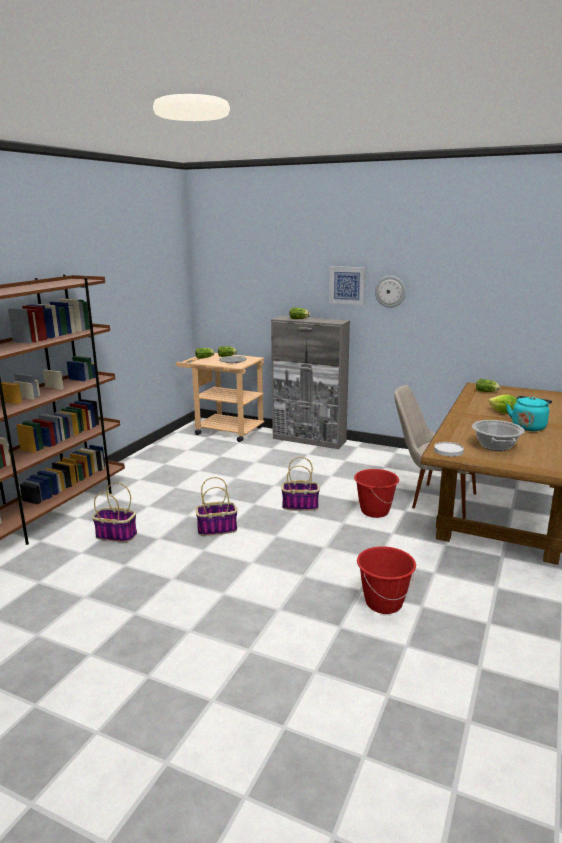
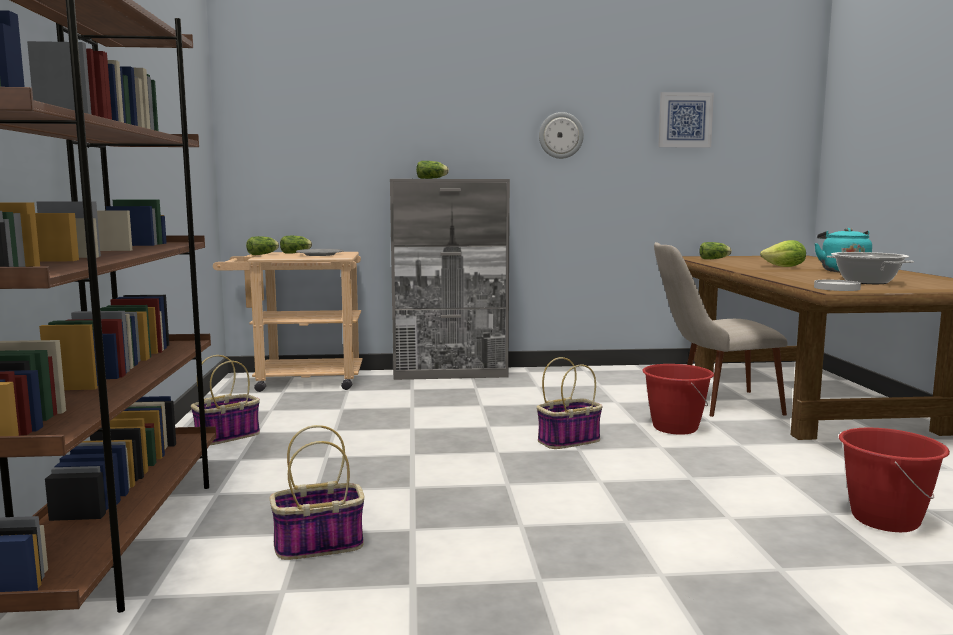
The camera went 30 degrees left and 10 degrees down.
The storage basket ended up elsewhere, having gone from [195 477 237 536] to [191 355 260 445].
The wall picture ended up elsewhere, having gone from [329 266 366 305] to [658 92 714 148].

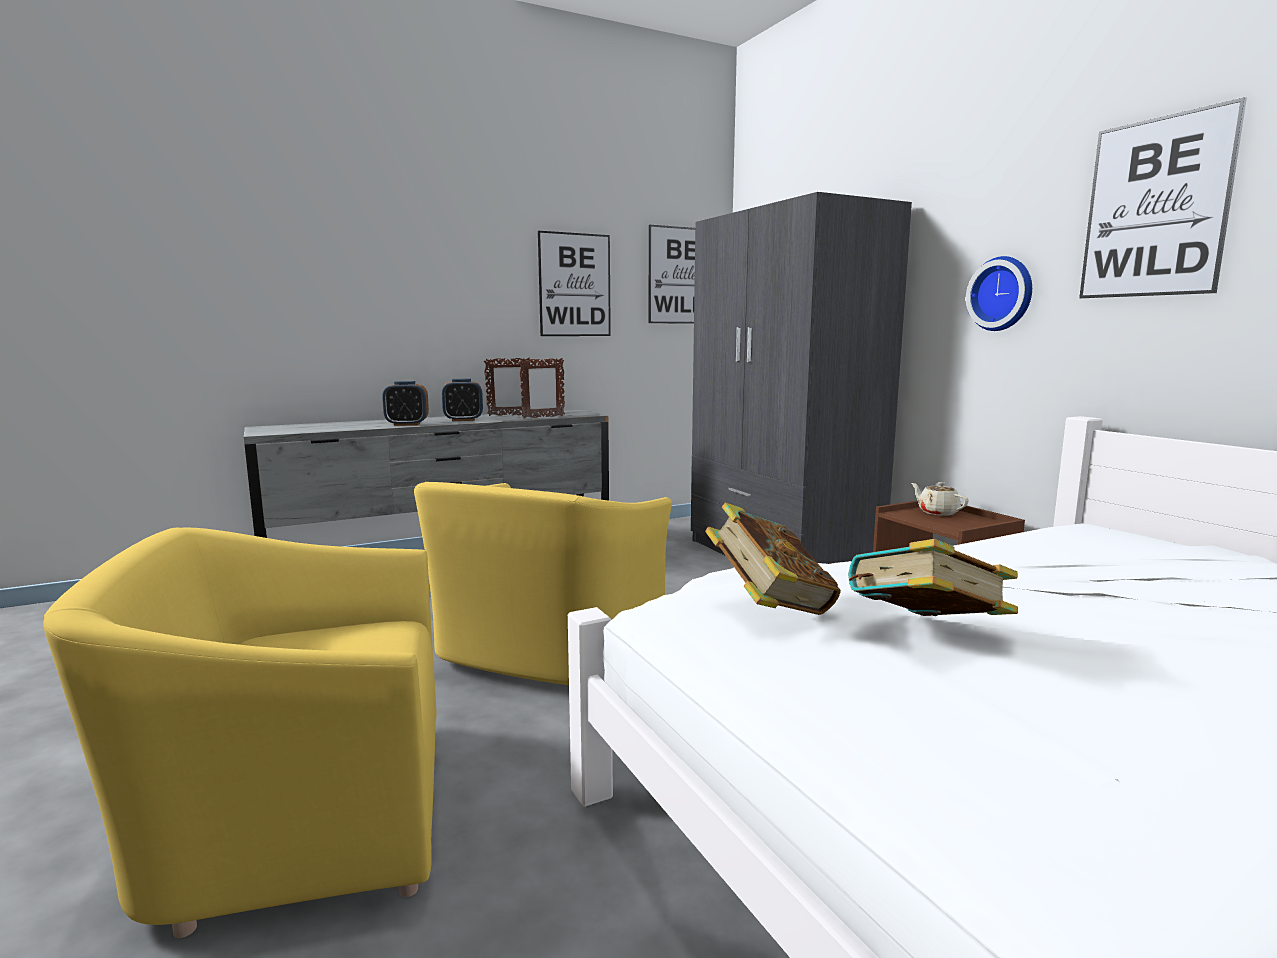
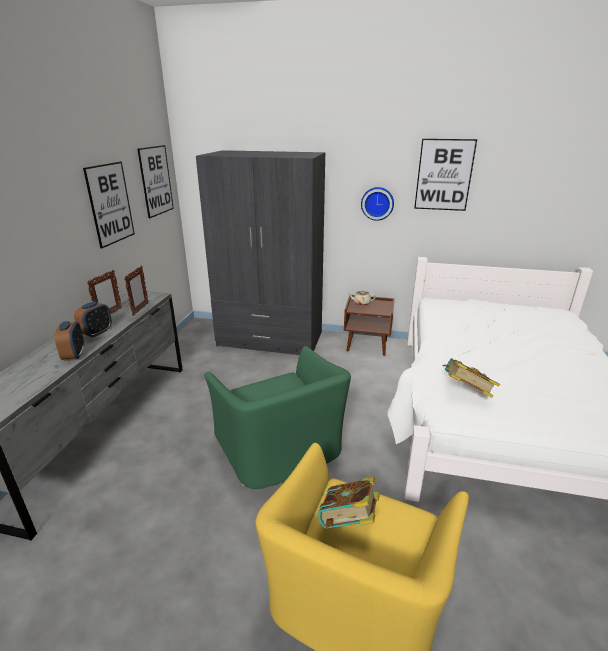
The camera went 50 degrees left and 15 degrees up.
The alarm clock at [382 381 429 426] ended up facing another way, 45 degrees counterclockwise from before.
What was the yellow easy chair at [414 482 672 685] turned into the green-coloured easy chair at [204 346 351 489].
The volume ended up elsewhere, having gone from [848 539 1018 616] to [318 477 380 529].

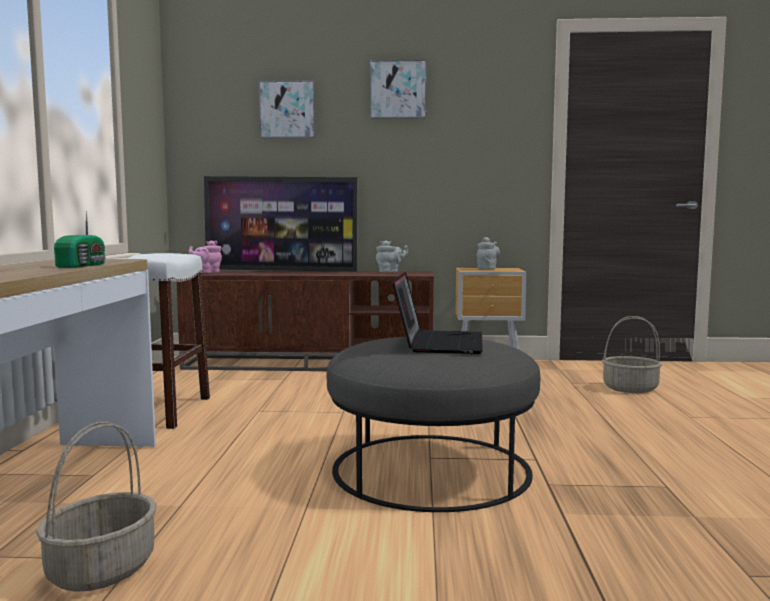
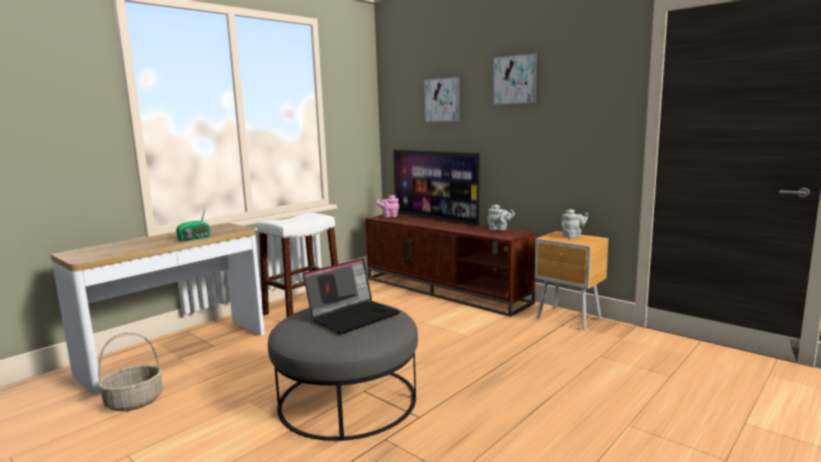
The camera went 40 degrees right and 5 degrees up.
The second view lost the storage basket at [602 316 662 393].

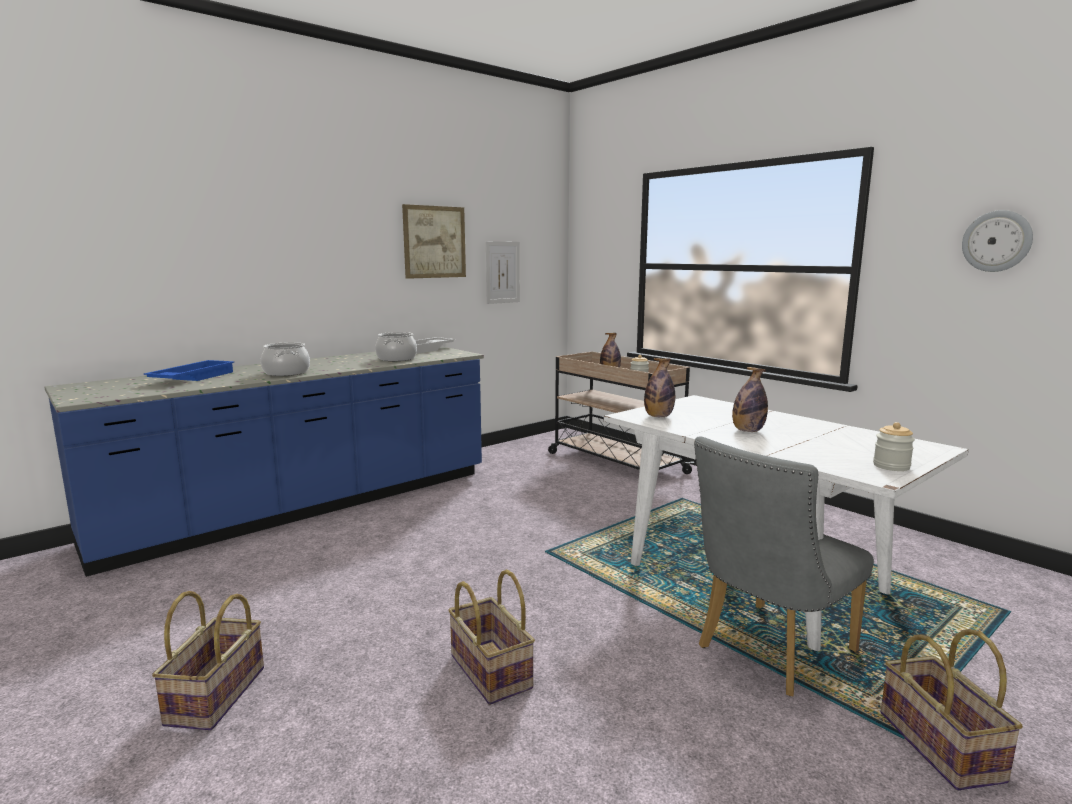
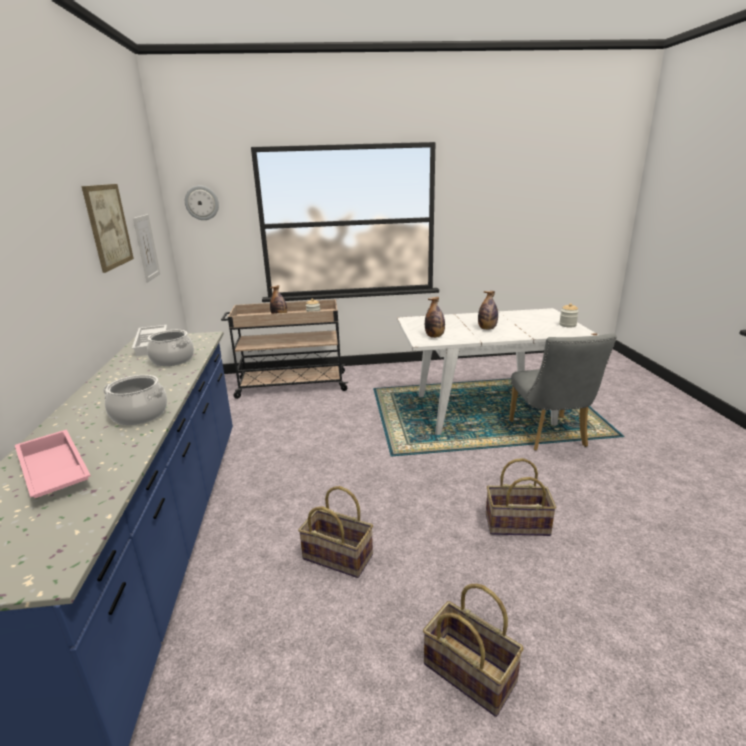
The camera went 55 degrees left and 10 degrees up.
What was the bluish tray at [144 360 235 381] turned into the pink-coloured tray at [15 429 91 498].
The clock on the wall ended up elsewhere, having gone from [962 210 1033 272] to [185 186 219 220].
The storage basket ended up elsewhere, having gone from [880 629 1023 790] to [298 486 373 578].

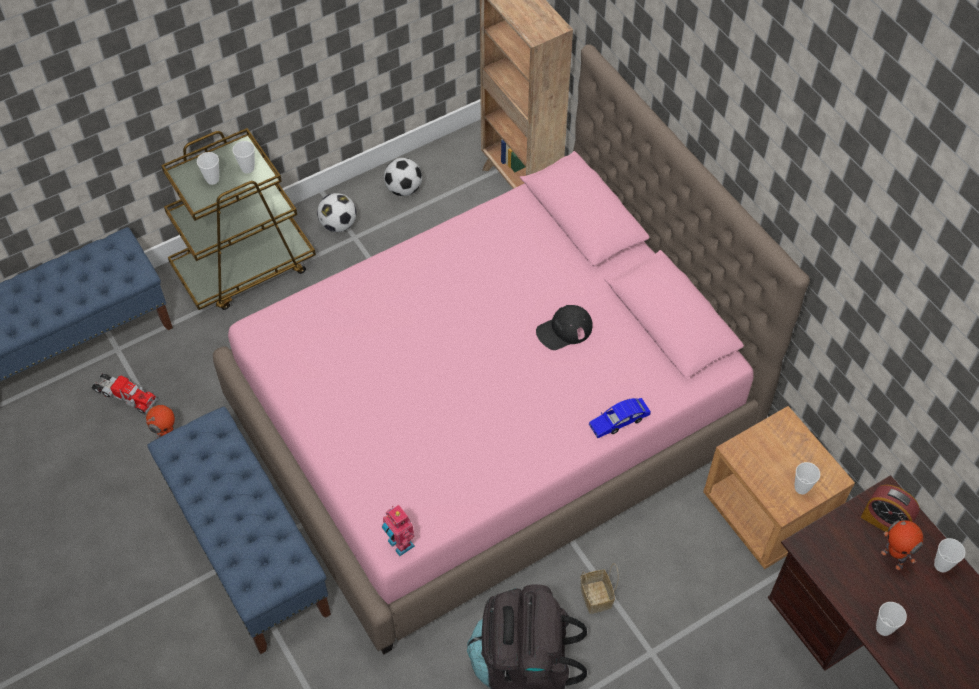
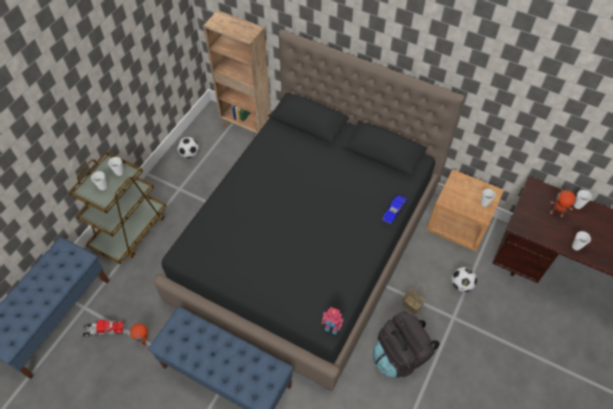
The camera went 30 degrees left and 0 degrees up.
What was the pink-coloured bed at [213 45 810 654] turned into the black bed at [154 30 465 391].
The football ball ended up elsewhere, having gone from [317 193 357 232] to [451 267 477 292].
The second view lost the black cap at [536 305 593 350].
The second view lost the alarm clock at [861 485 920 532].

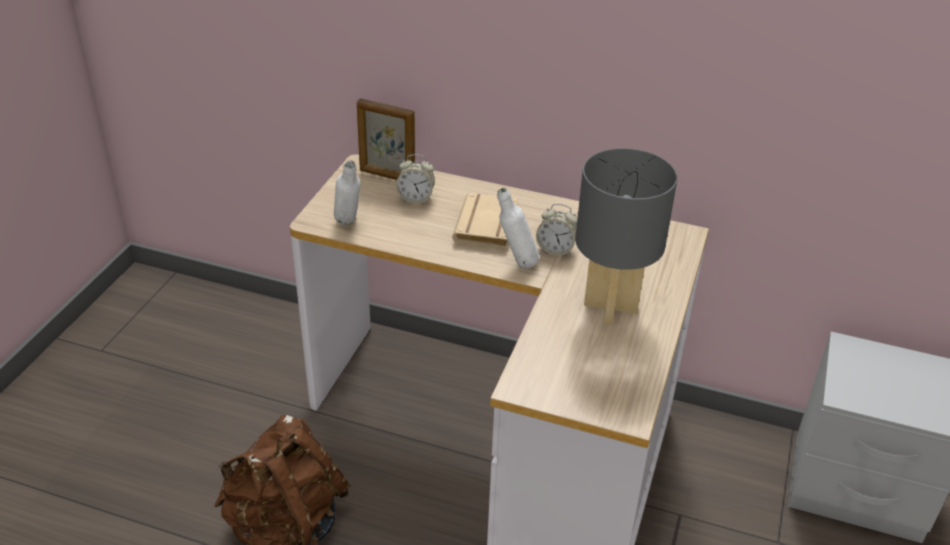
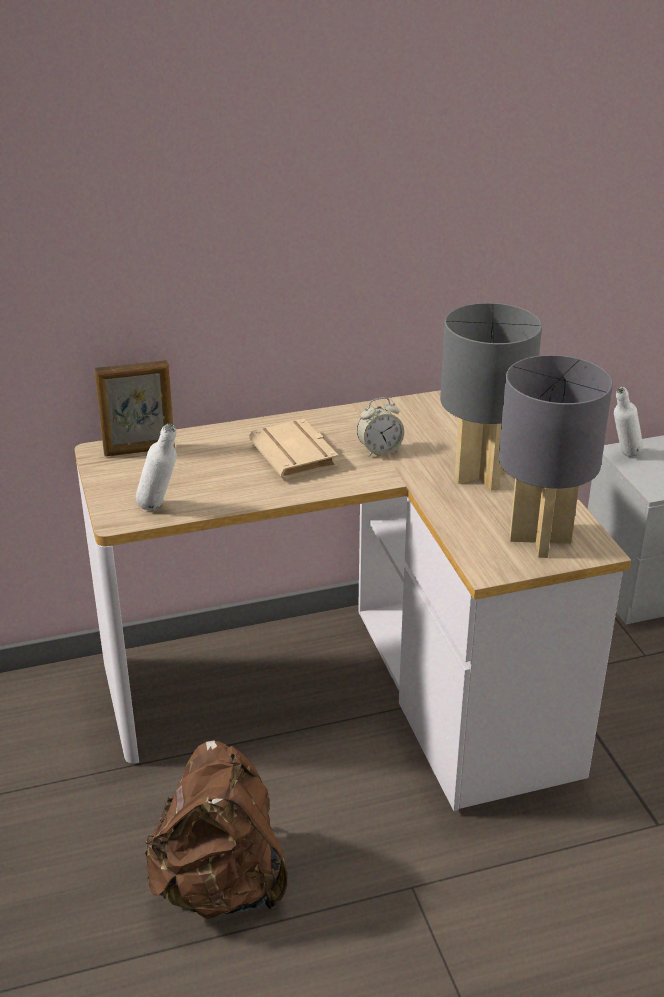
The camera went 35 degrees left and 5 degrees down.
The second view gained the gray tabletop lamp at [499 355 613 558].
The whitish bottle ended up elsewhere, having gone from [497 188 539 269] to [614 387 643 457].
The second view lost the alarm clock at [396 154 435 204].

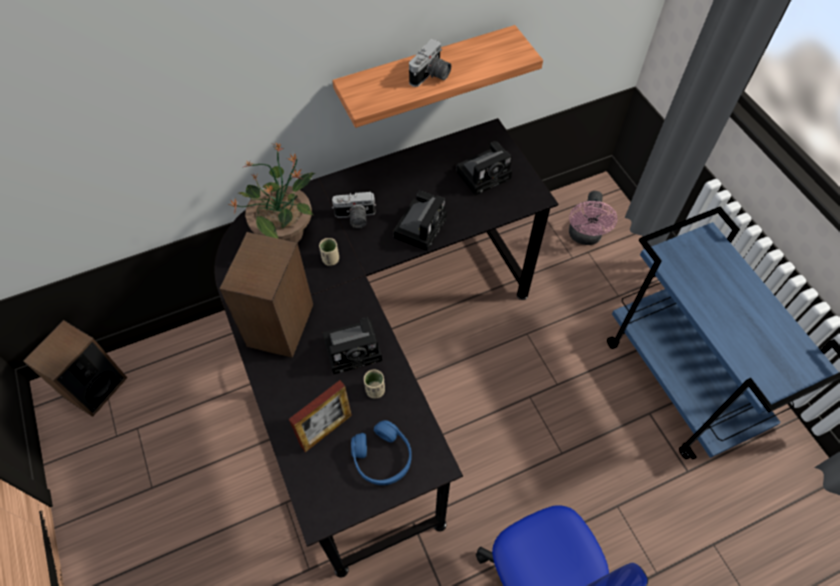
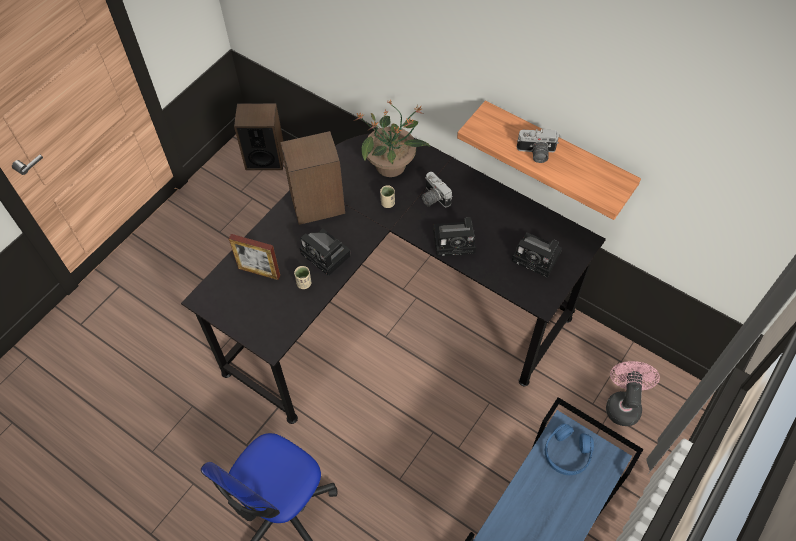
The camera went 60 degrees right and 0 degrees up.
The bluish headphones ended up elsewhere, having gone from [351 420 412 485] to [545 424 594 475].
The pink-coloured electric fan at [569 191 617 245] ended up facing another way, 120 degrees clockwise from before.

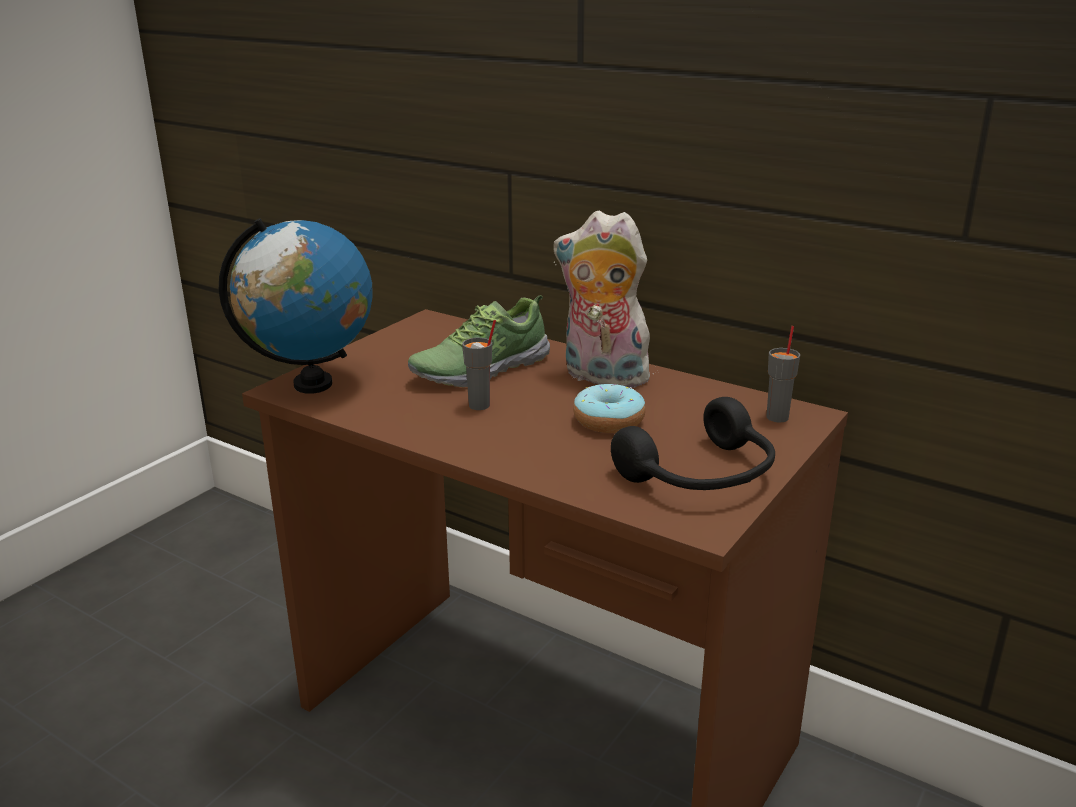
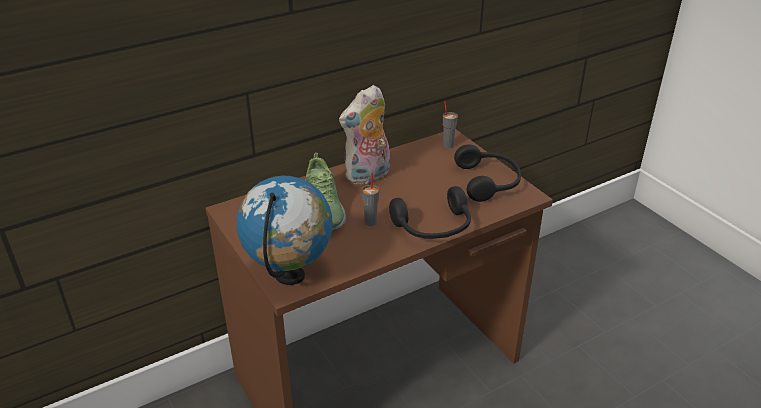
The camera went 65 degrees left and 10 degrees up.
The second view gained the black headphones at [389 186 471 239].
The second view lost the ring doughnut at [573 384 646 433].

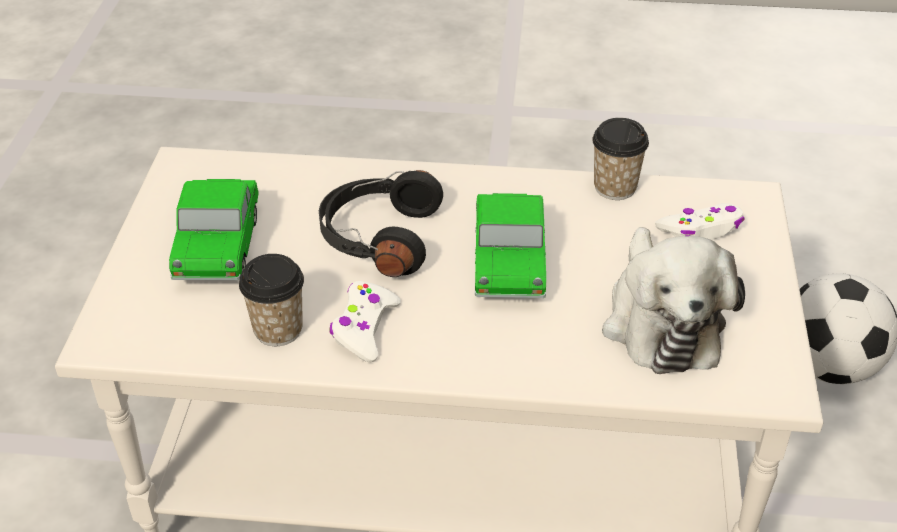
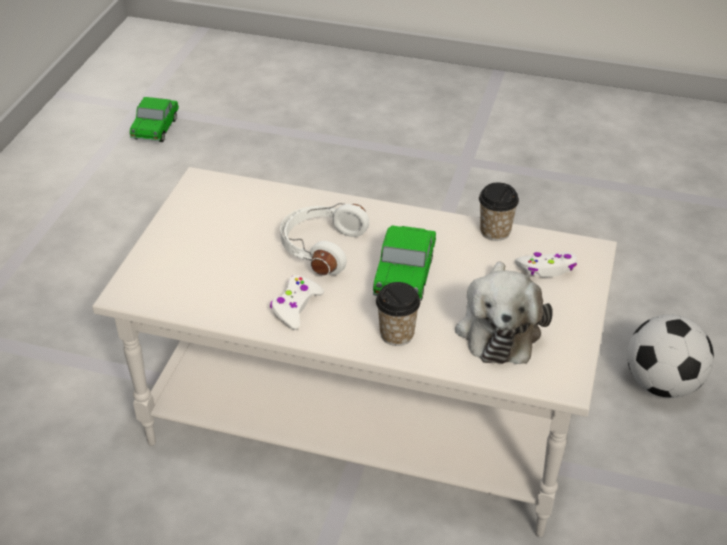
The camera went 10 degrees right and 0 degrees up.
The miniature car ended up elsewhere, having gone from [169 179 259 280] to [130 97 179 142].
What was the black headphones at [319 170 443 277] turned into the whitish headphones at [280 203 369 276].
The cup ended up elsewhere, having gone from [239 254 304 346] to [376 282 420 346].

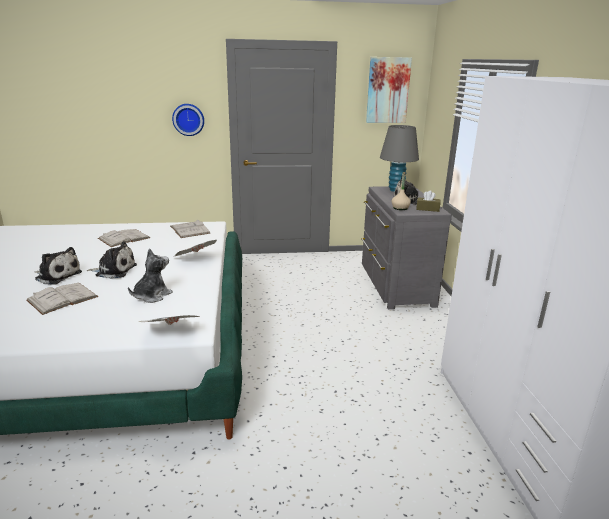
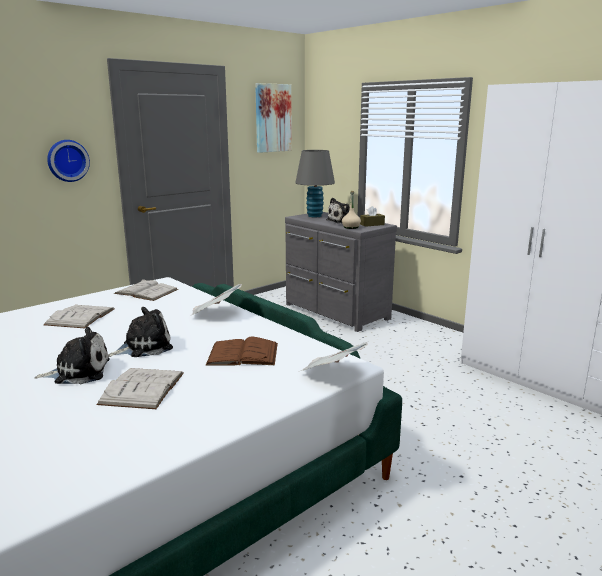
The camera went 35 degrees left and 5 degrees down.
Where the soft toy stood at [128 248 173 303], the brown volume came to stand at [206 337 278 366].

